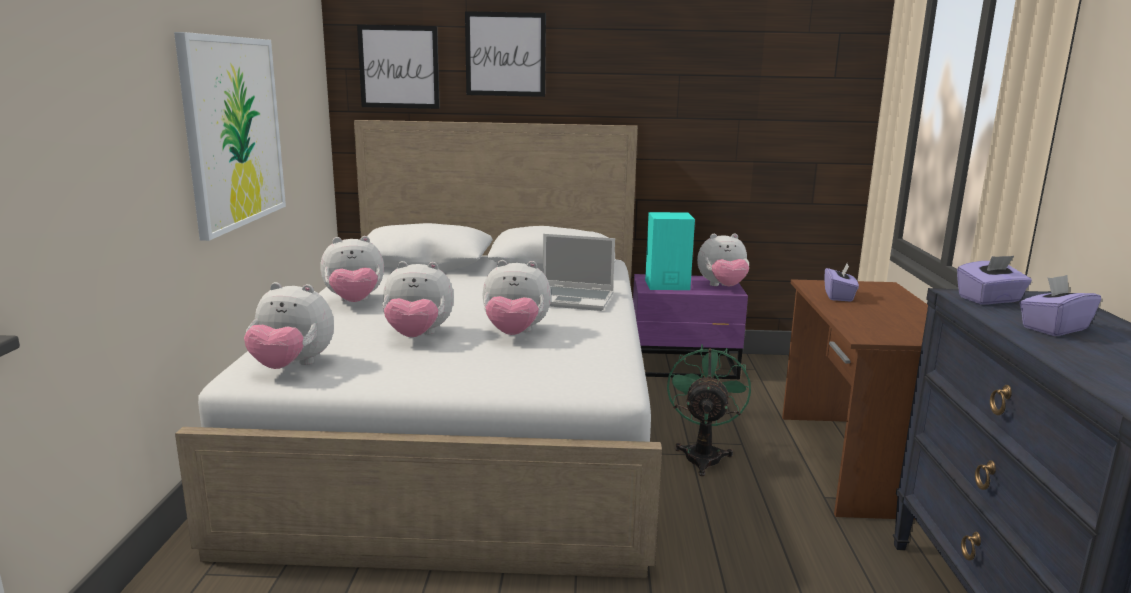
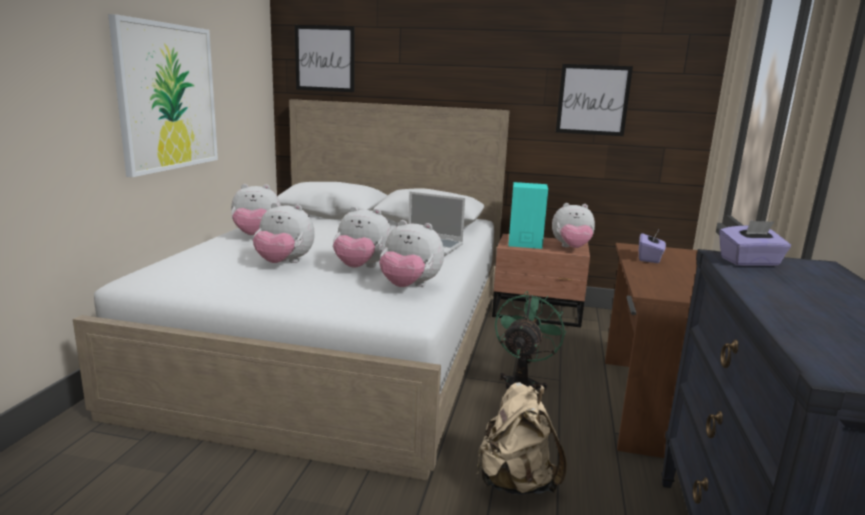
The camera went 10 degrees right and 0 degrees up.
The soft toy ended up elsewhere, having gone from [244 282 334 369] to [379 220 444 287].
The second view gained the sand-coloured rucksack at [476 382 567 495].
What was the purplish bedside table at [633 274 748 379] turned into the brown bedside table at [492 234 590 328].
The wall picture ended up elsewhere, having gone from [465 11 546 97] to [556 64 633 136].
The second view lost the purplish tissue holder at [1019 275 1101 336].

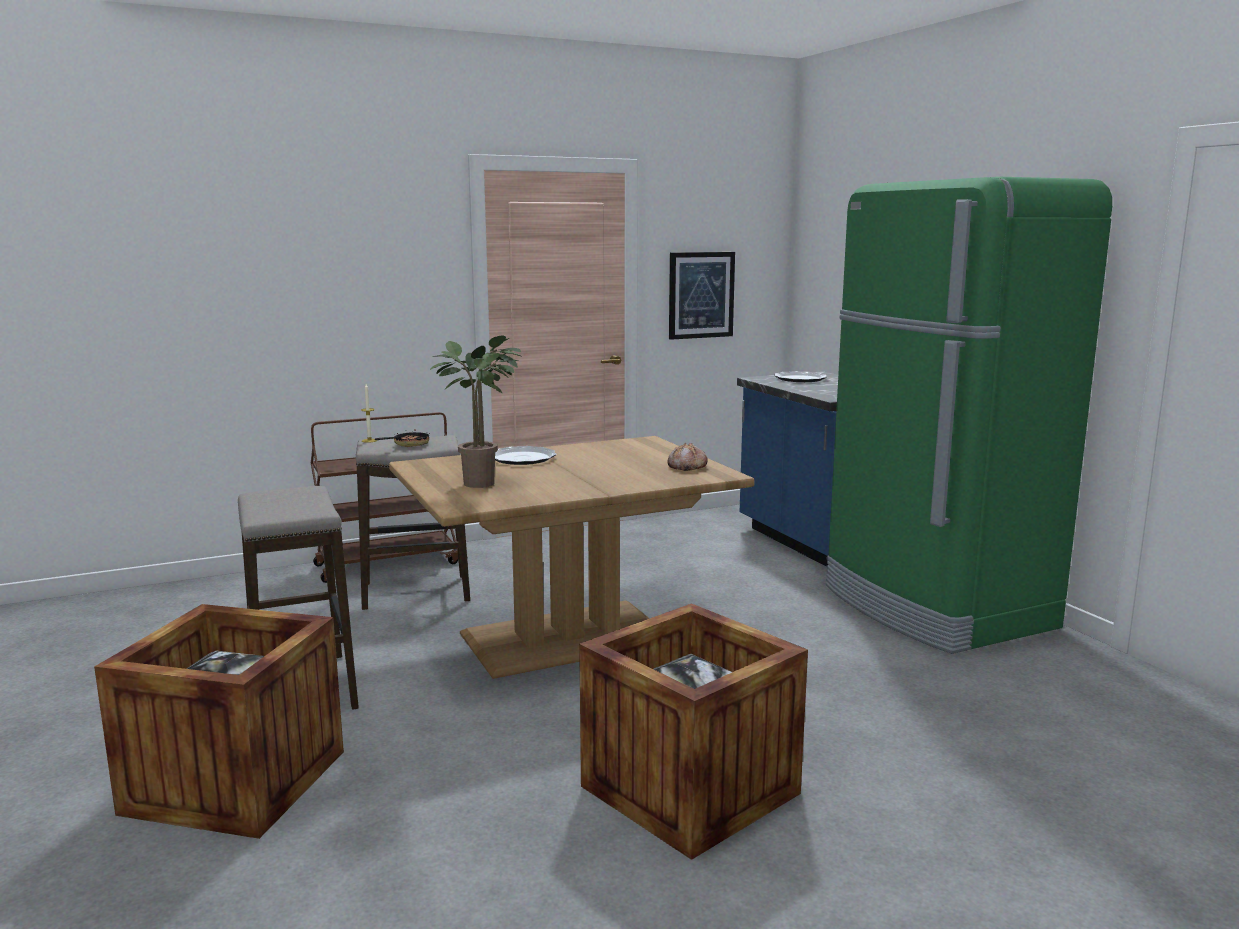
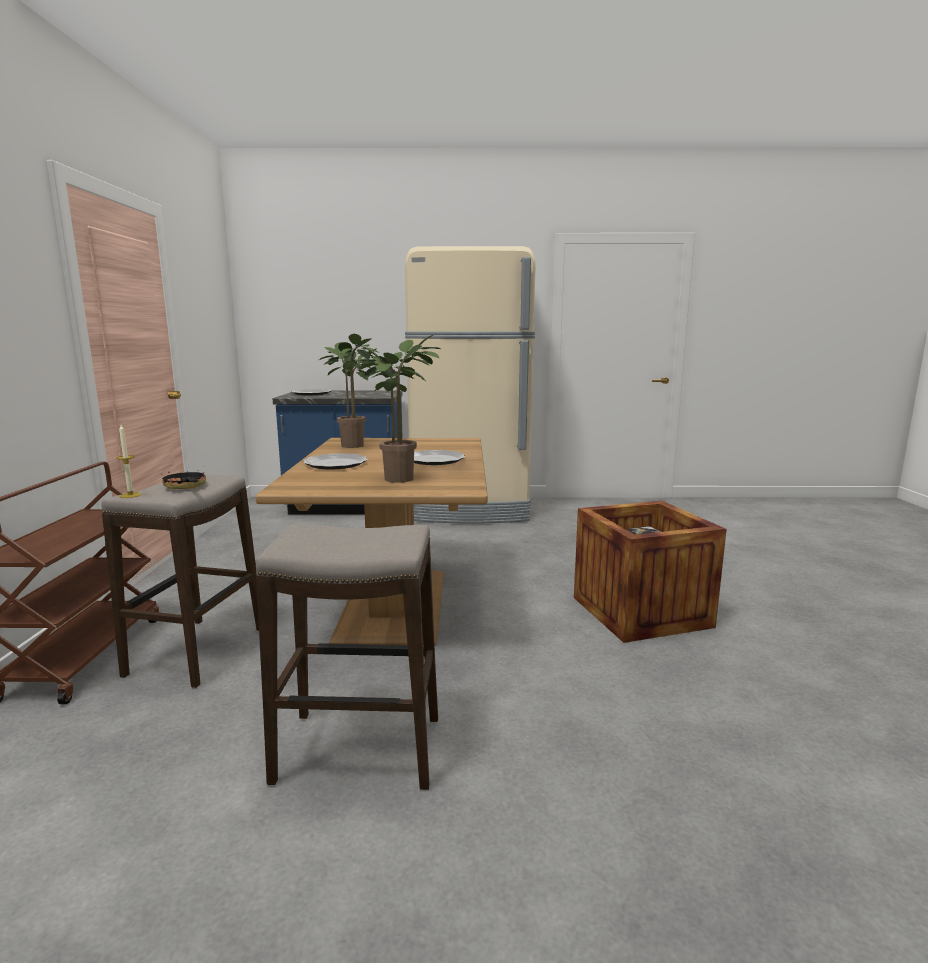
The camera went 65 degrees left and 0 degrees up.
The second view gained the plant in a pot at [319 334 385 448].
What was the green-coloured refrigerator at [826 177 1112 654] turned into the sand-coloured refrigerator at [405 246 536 523].
The second view gained the dinner plate at [414 450 465 465].
The second view lost the shipping crate at [94 604 344 839].
The second view lost the baked bread at [668 443 708 471].
The second view lost the wall picture at [669 252 735 340].

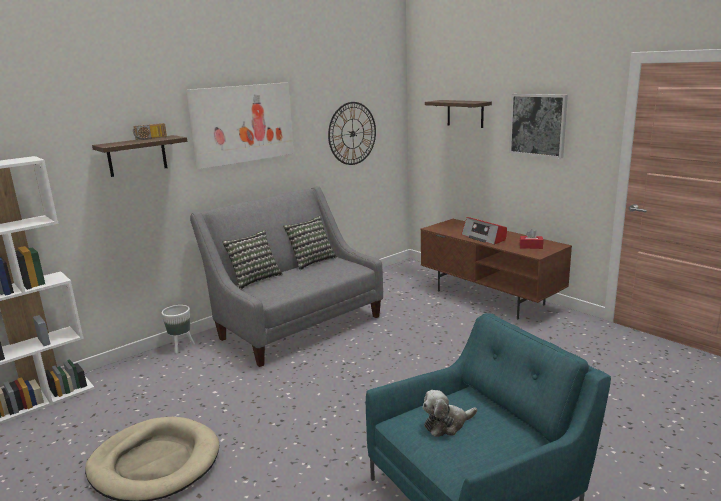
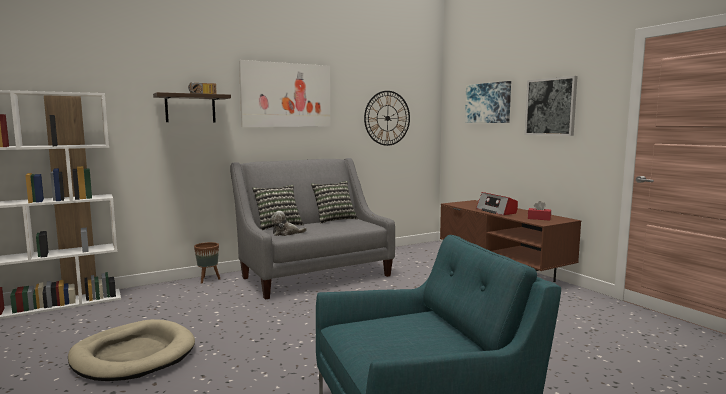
The camera went 10 degrees right and 10 degrees down.
What was the whitish plant pot at [161 305 195 353] turned into the brown plant pot at [194 242 220 284].
The soft toy ended up elsewhere, having gone from [422 390 477 437] to [270 211 307 236].
Where the shelf hung at [425 100 492 128], the wall picture came to hang at [465 81 511 123].

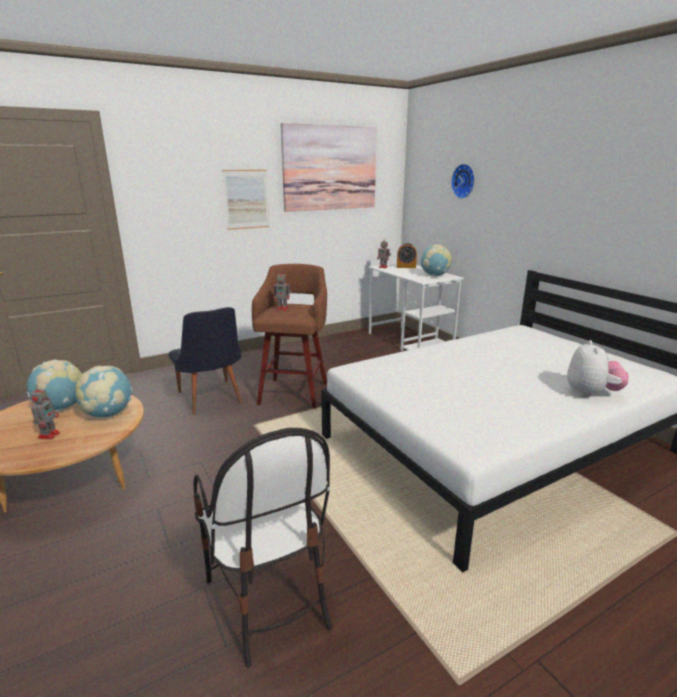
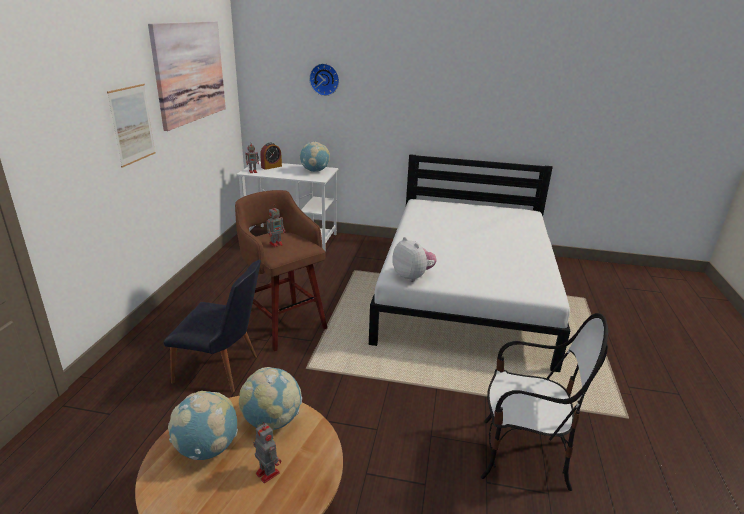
The camera went 50 degrees left and 5 degrees up.
The soft toy ended up elsewhere, having gone from [567 340 629 398] to [392 237 437 282].

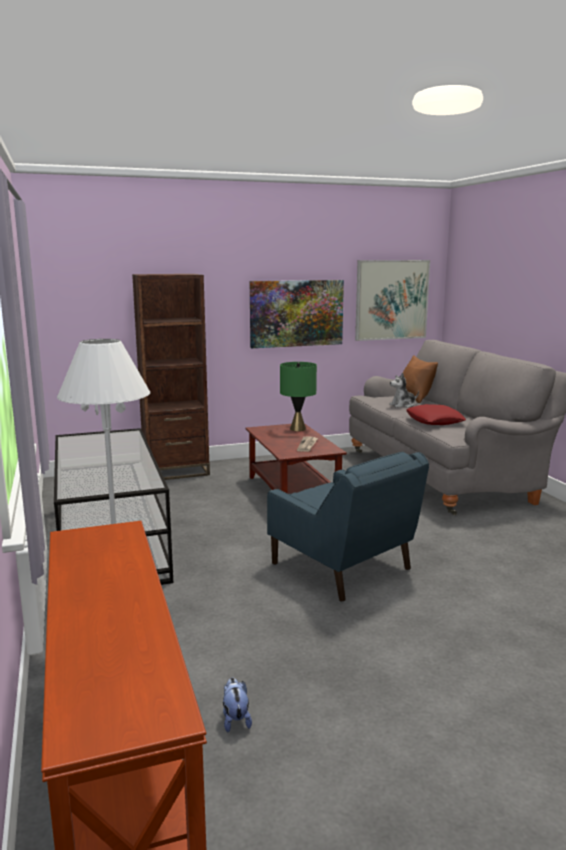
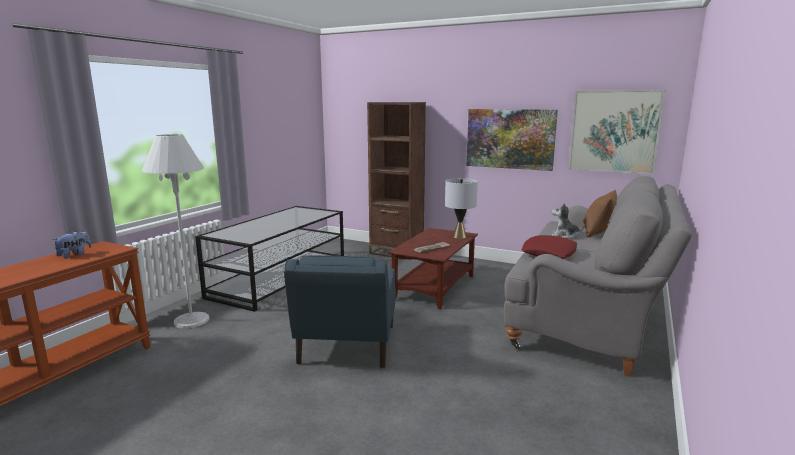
The camera went 45 degrees right and 0 degrees up.
The soft toy ended up elsewhere, having gone from [223 678 252 732] to [52 230 91 258].
What was the green-coloured tabletop lamp at [280 362 317 431] turned into the gray tabletop lamp at [445 178 478 239].

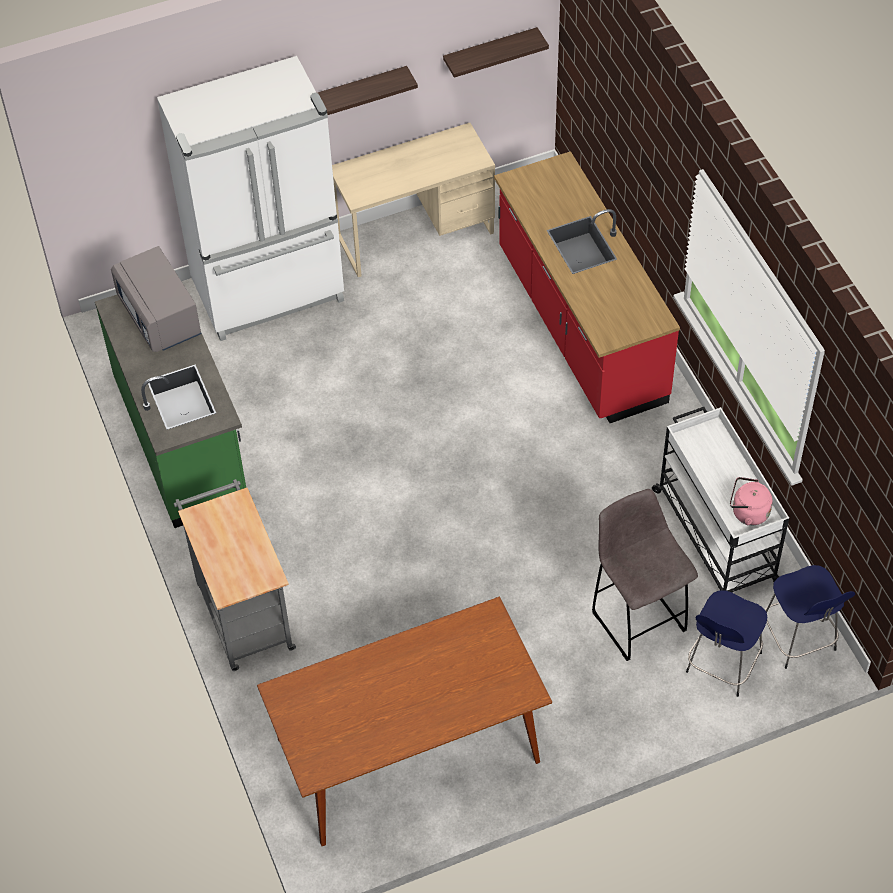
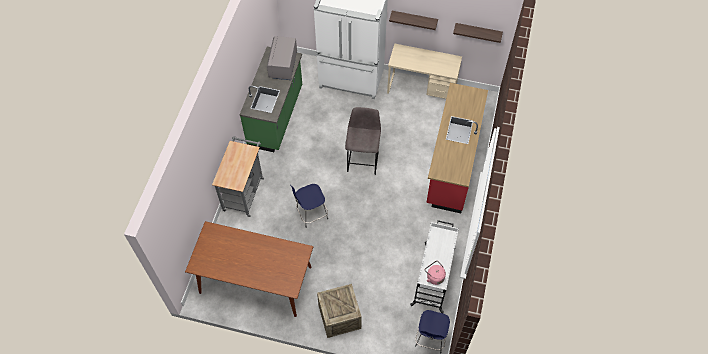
The camera went 35 degrees right and 5 degrees up.
The bluish sitting stool ended up elsewhere, having gone from [686 590 767 697] to [290 184 328 223].
The second view gained the shipping crate at [317 284 362 338].
The gray sitting stool ended up elsewhere, having gone from [592 489 698 661] to [345 107 381 175].

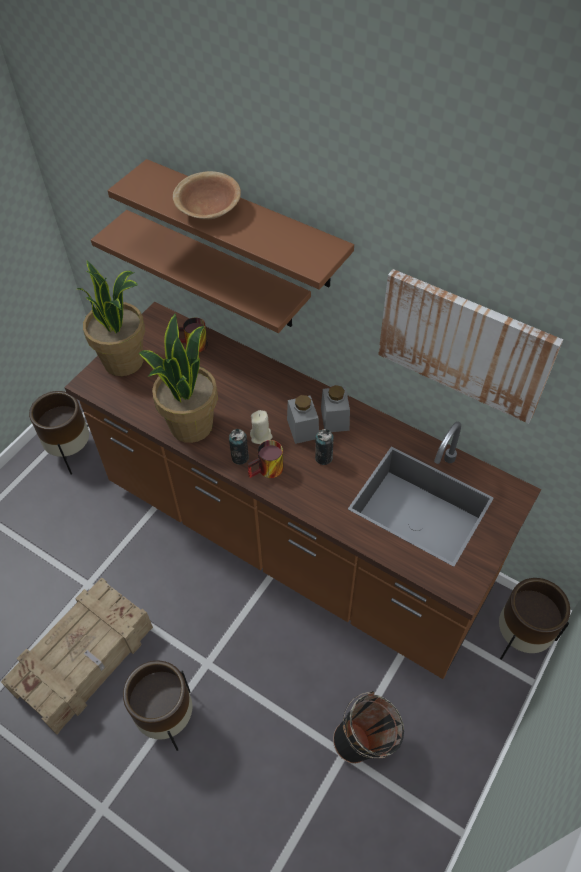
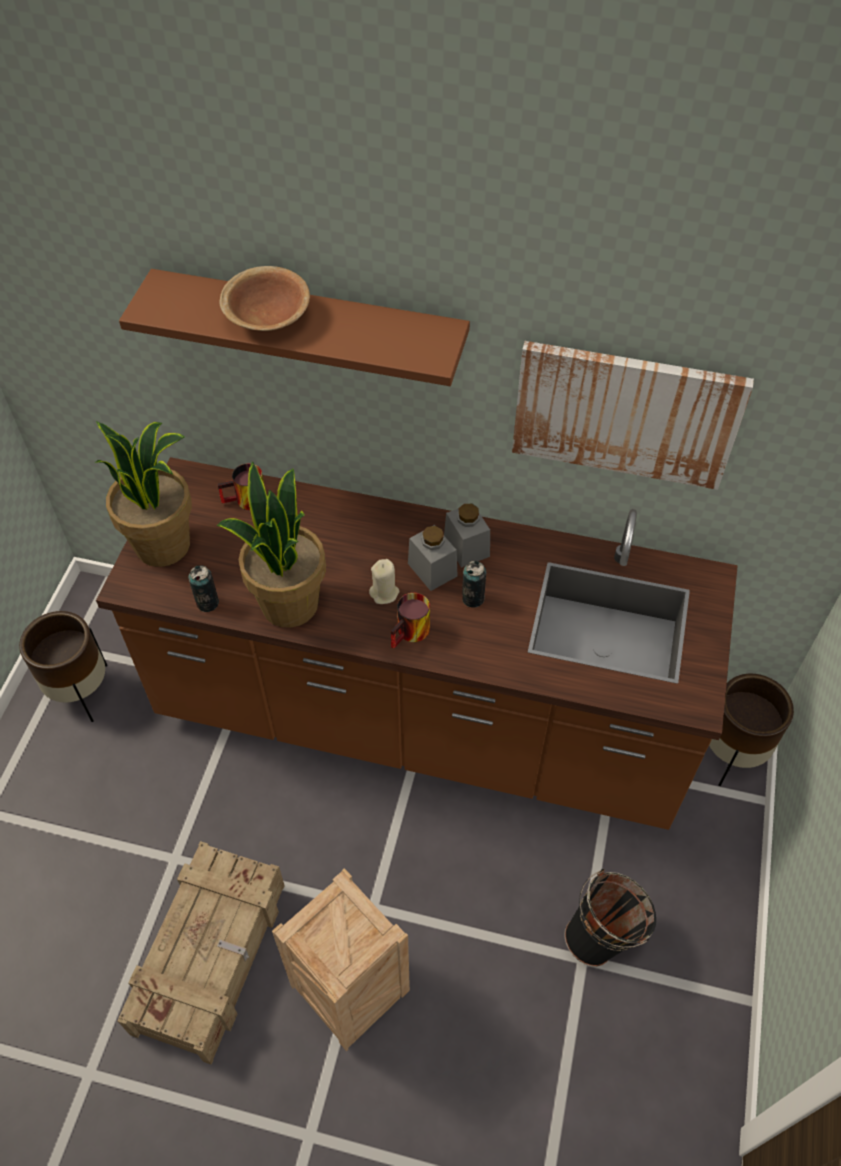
The camera went 20 degrees left and 0 degrees up.
The can ended up elsewhere, having gone from [229 429 249 465] to [188 565 219 612].
Where the brown plant pot stood at [123 661 192 751], the shipping crate came to stand at [272 868 410 1051].
The second view lost the brown shelf at [91 210 311 333].

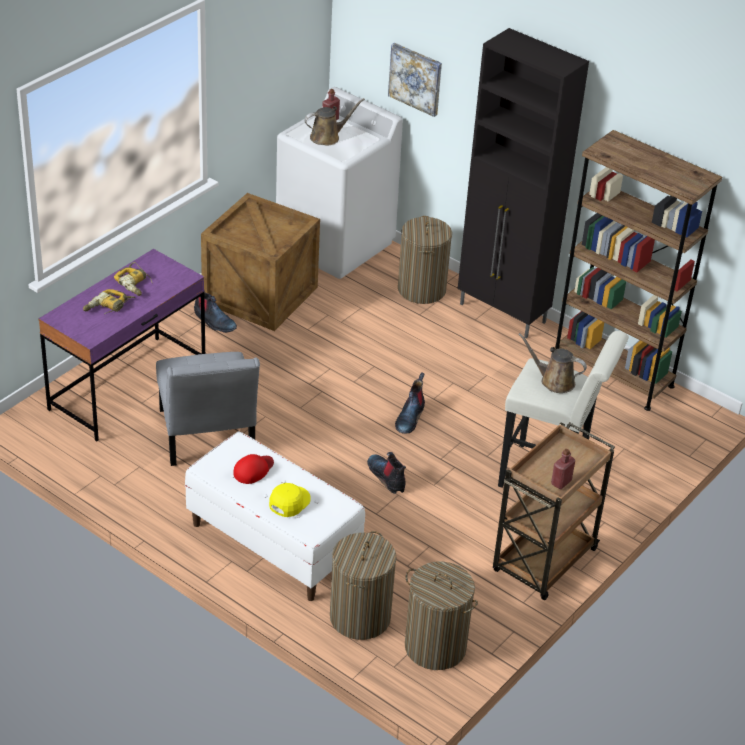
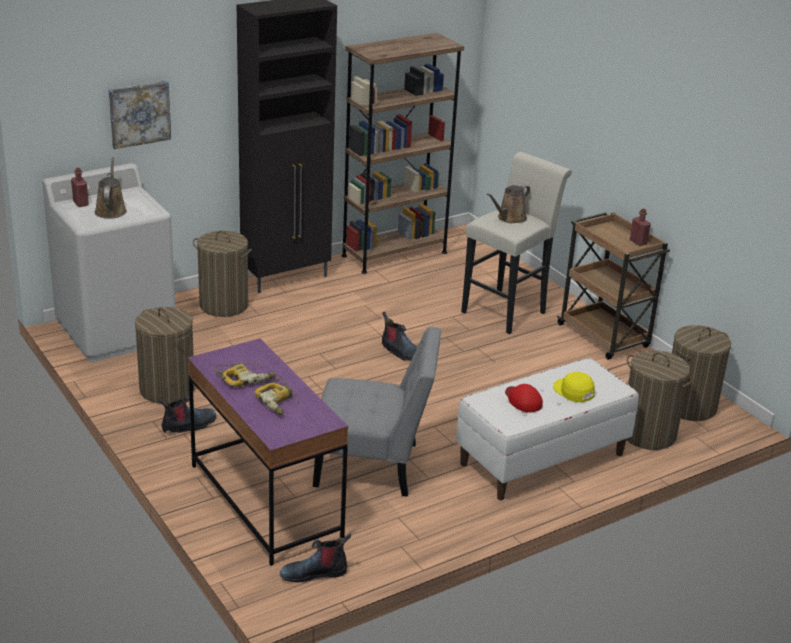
The camera went 70 degrees left and 10 degrees down.
Where the shipping crate stood at [201 193 320 331], the laundry basket came to stand at [135 307 195 404].
The high-top boot ended up elsewhere, having gone from [367 452 406 494] to [280 534 351 583].

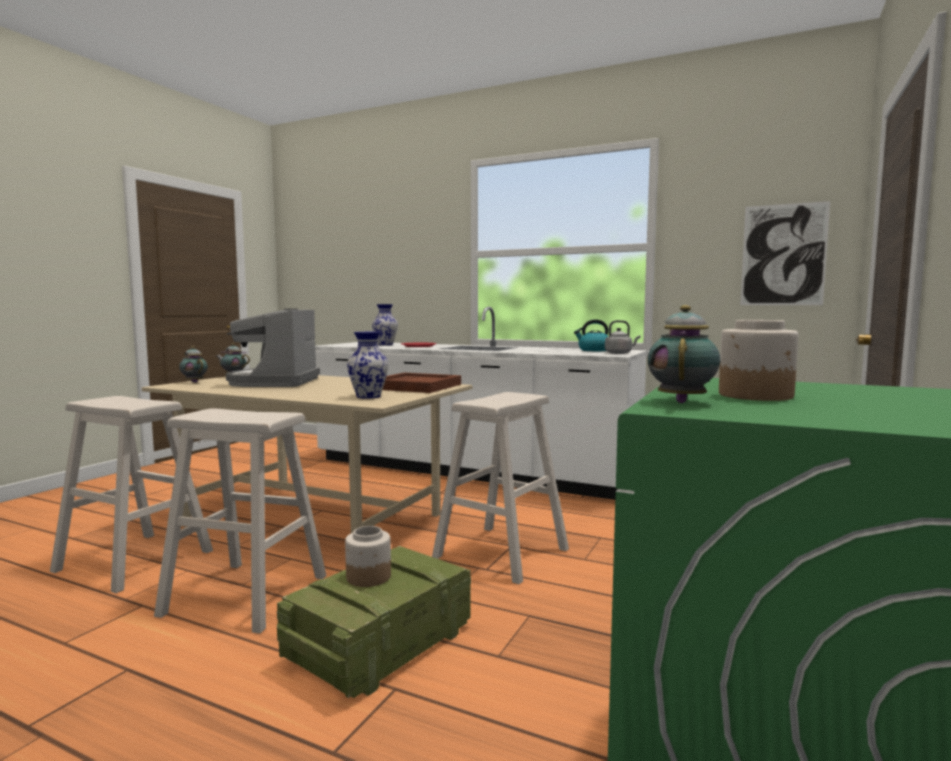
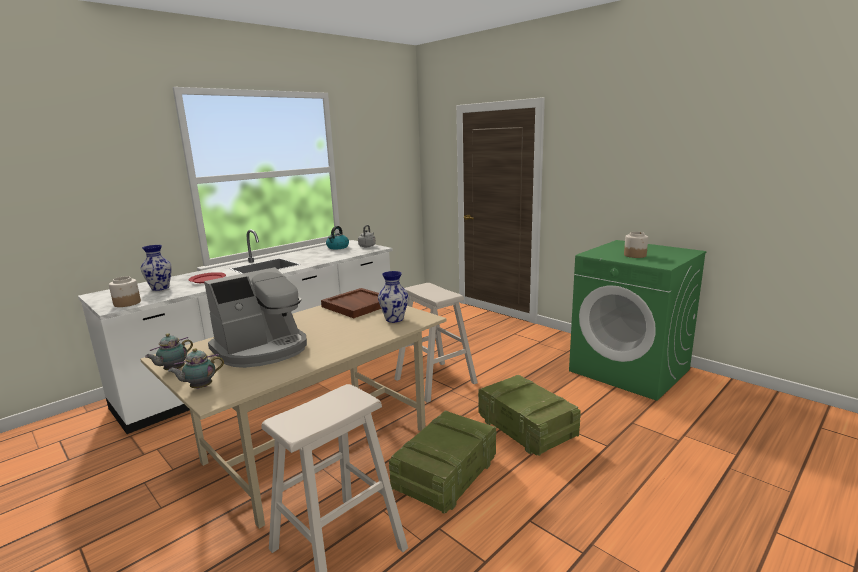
The camera went 70 degrees left and 10 degrees up.
The jar ended up elsewhere, having gone from [345 526 391 587] to [109 276 141 307].
The coffee maker at [226 309 320 387] ended up facing another way, 60 degrees counterclockwise from before.
Where the sand-coloured sitting stool stood at [154 408 327 634], the shipping crate came to stand at [389 411 496 514].
The second view lost the tea pot at [648 305 720 403].
The second view lost the wall picture at [740 201 830 305].

